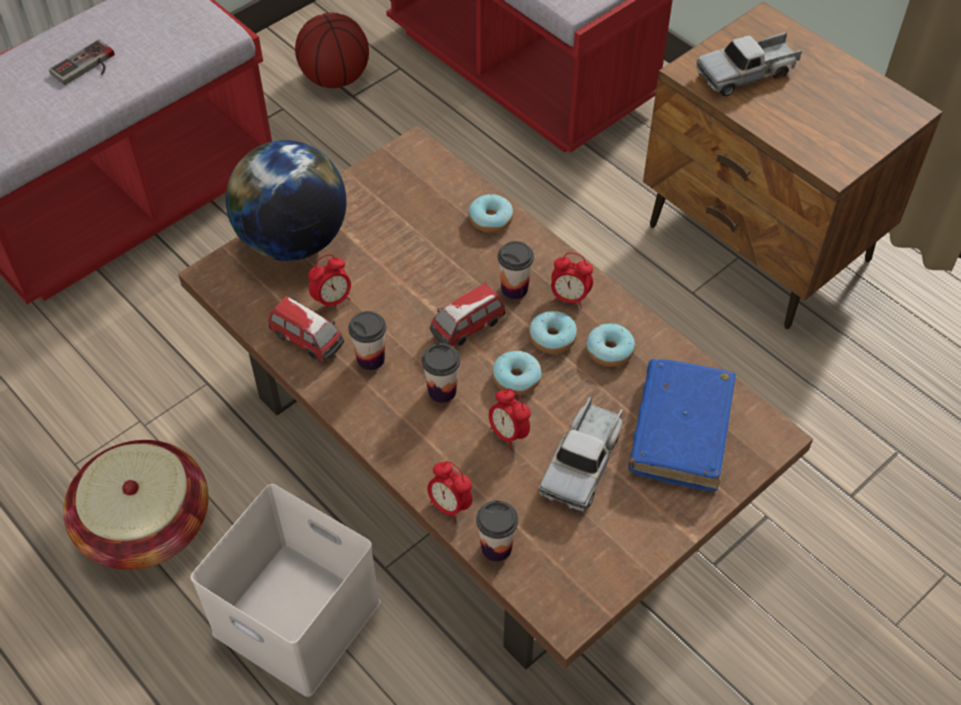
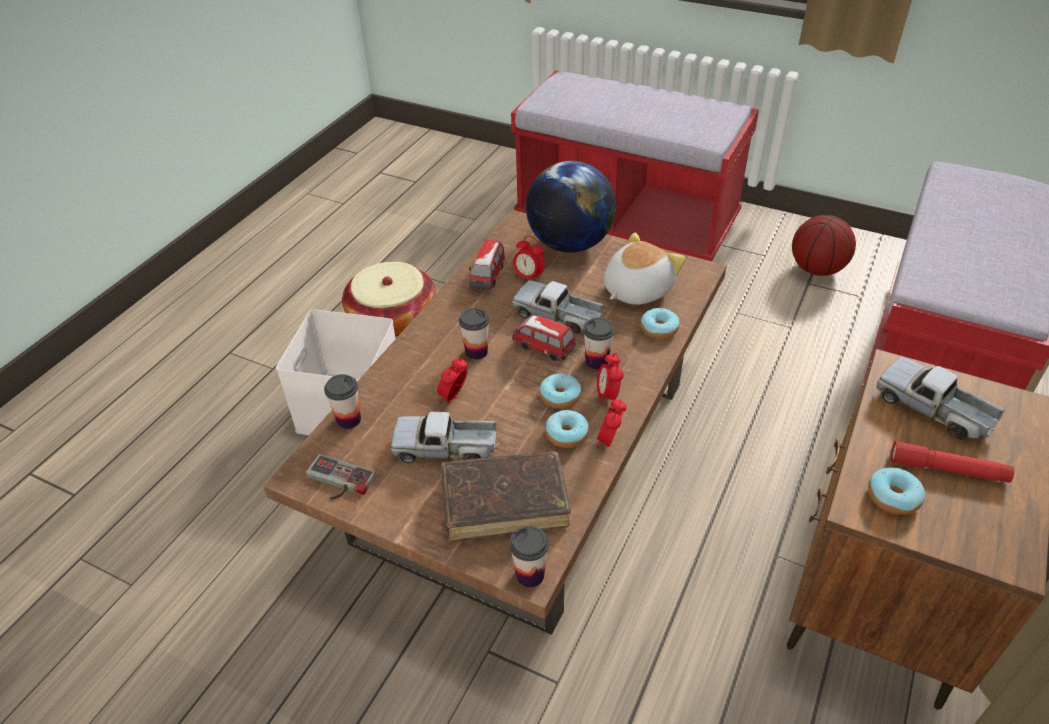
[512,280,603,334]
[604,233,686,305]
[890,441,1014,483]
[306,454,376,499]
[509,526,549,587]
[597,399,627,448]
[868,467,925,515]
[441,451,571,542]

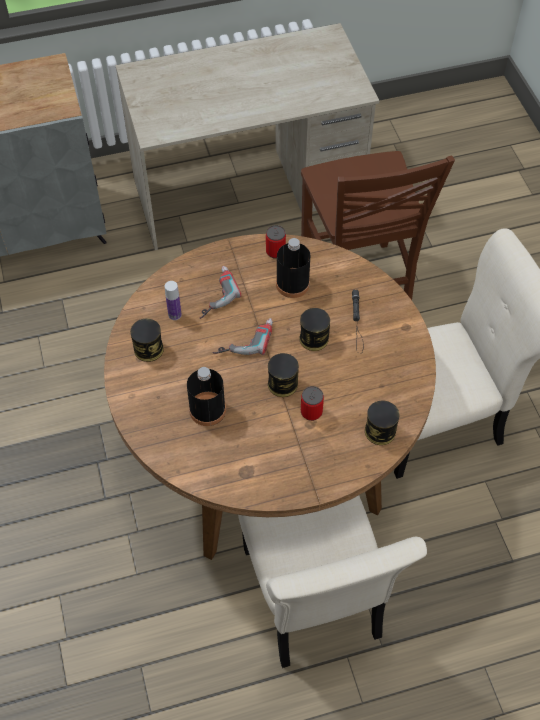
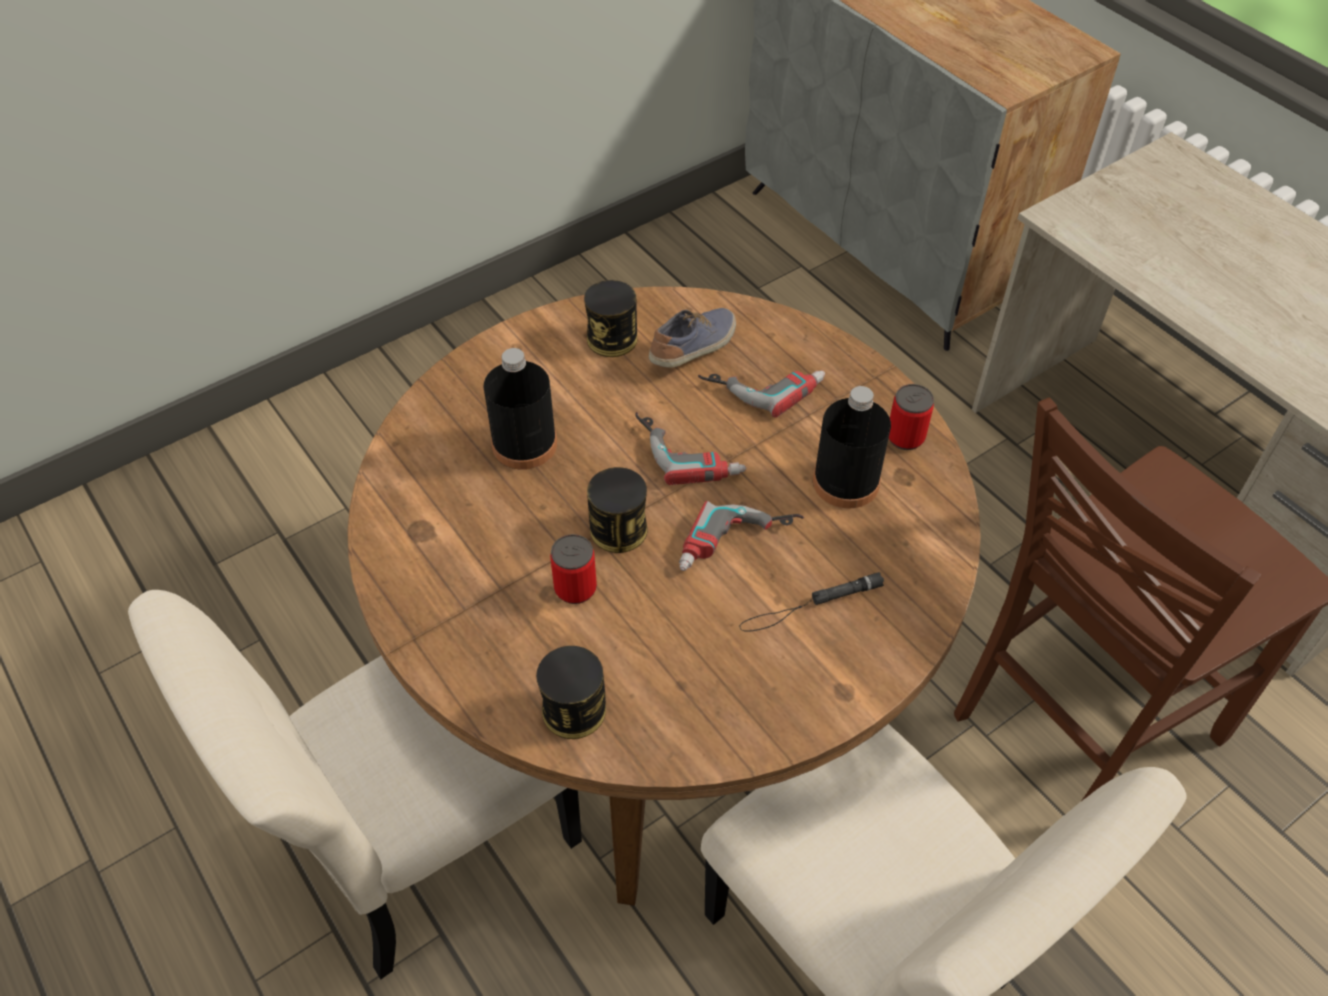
[649,308,736,368]
[679,501,804,571]

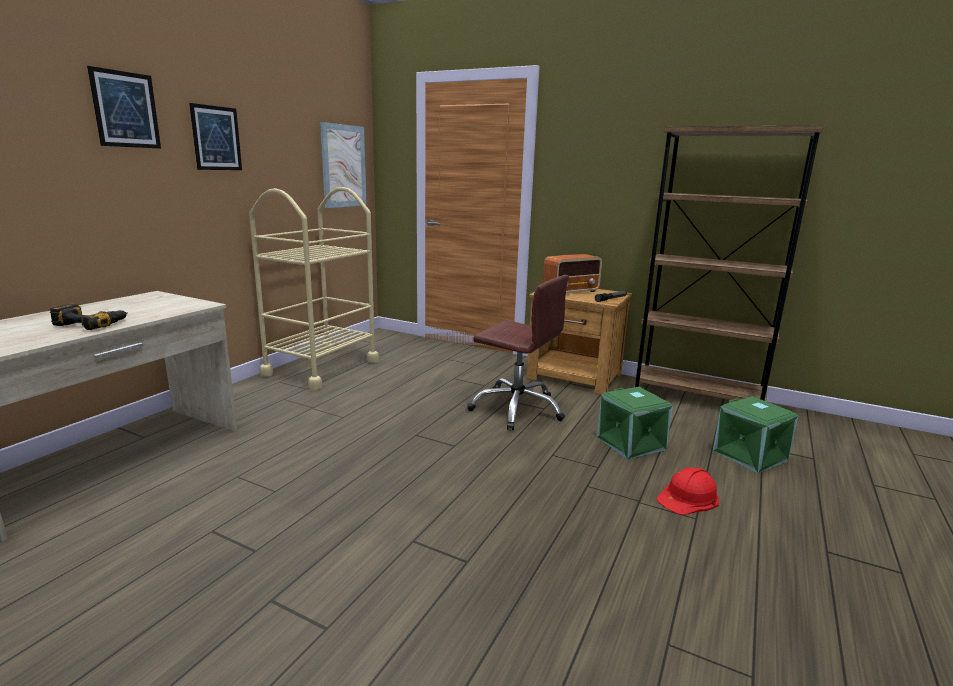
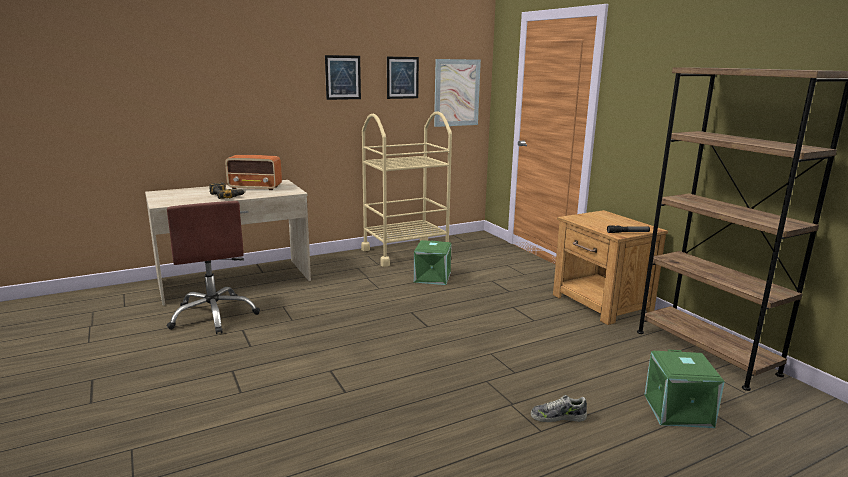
[387,57,419,99]
[167,201,260,334]
[225,155,282,190]
[414,240,452,285]
[531,395,587,422]

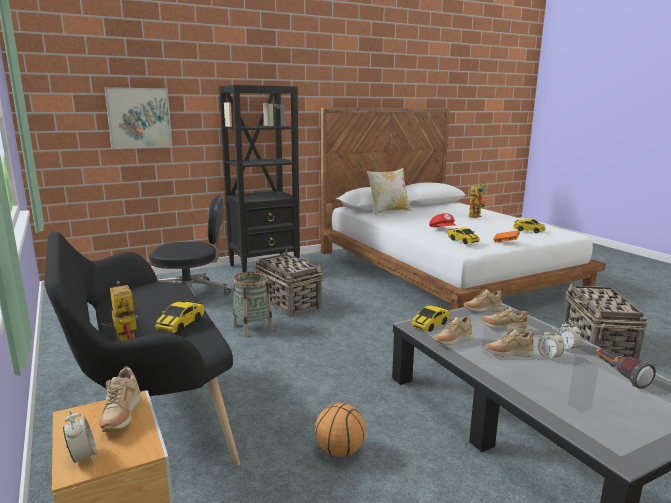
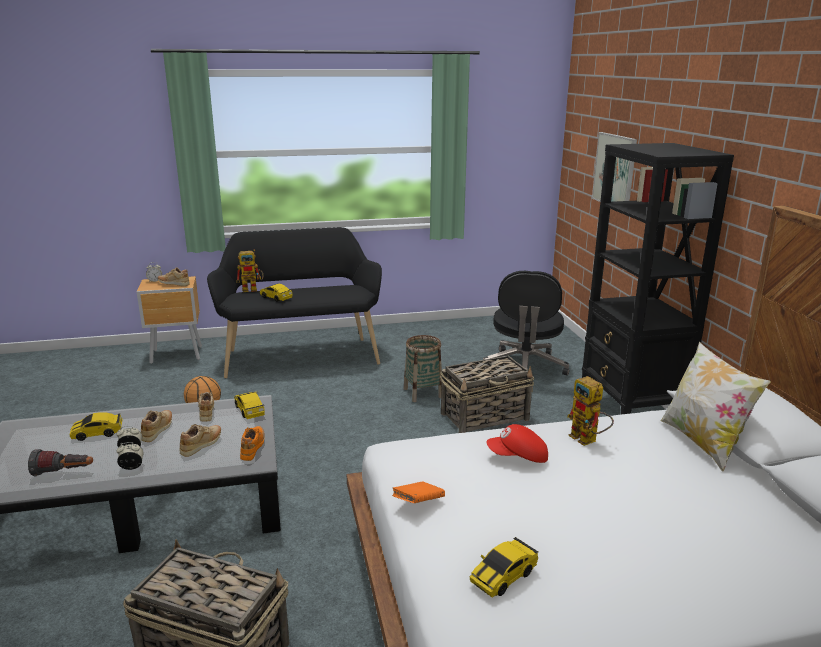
[70,412,123,441]
[567,376,614,446]
[240,426,265,461]

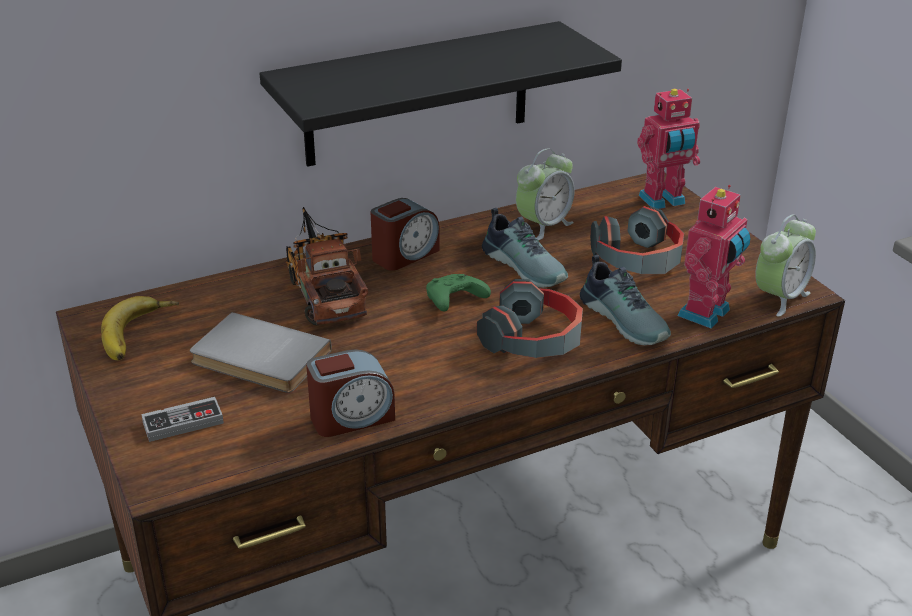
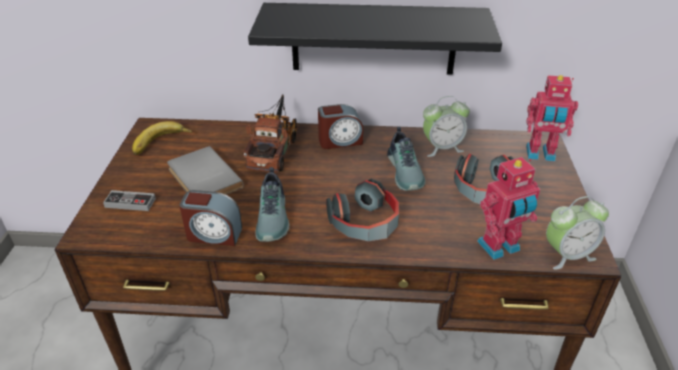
[426,274,491,312] (first image)
[255,167,290,242]

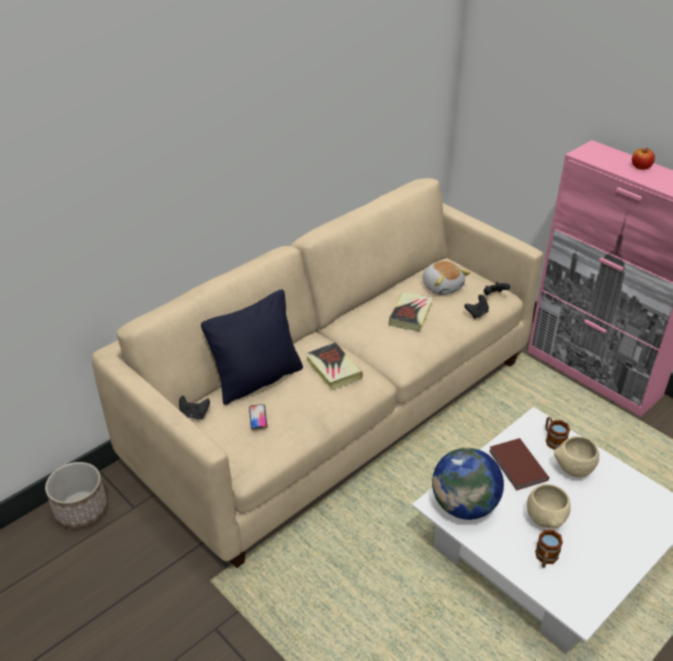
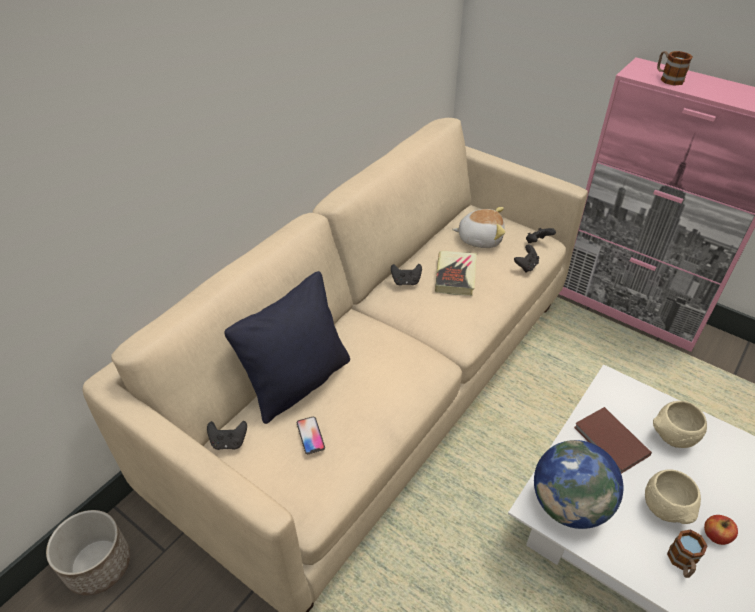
[305,342,363,390] (first image)
[391,264,422,286]
[657,51,693,86]
[704,515,738,545]
[452,207,506,248]

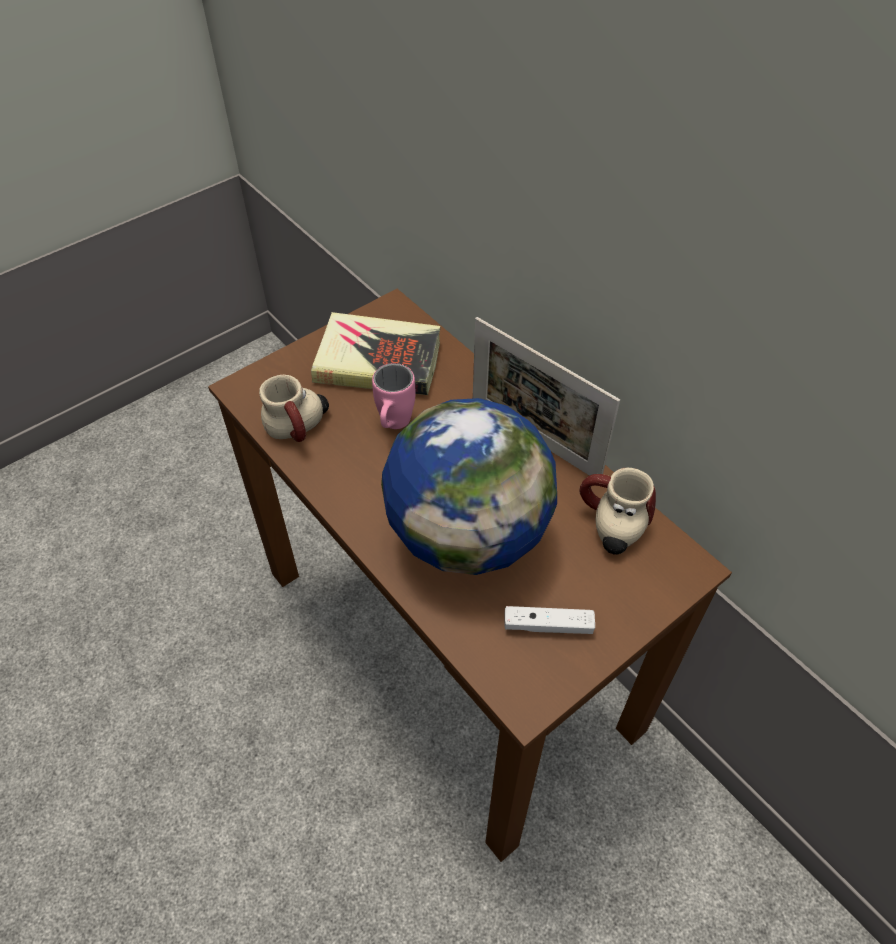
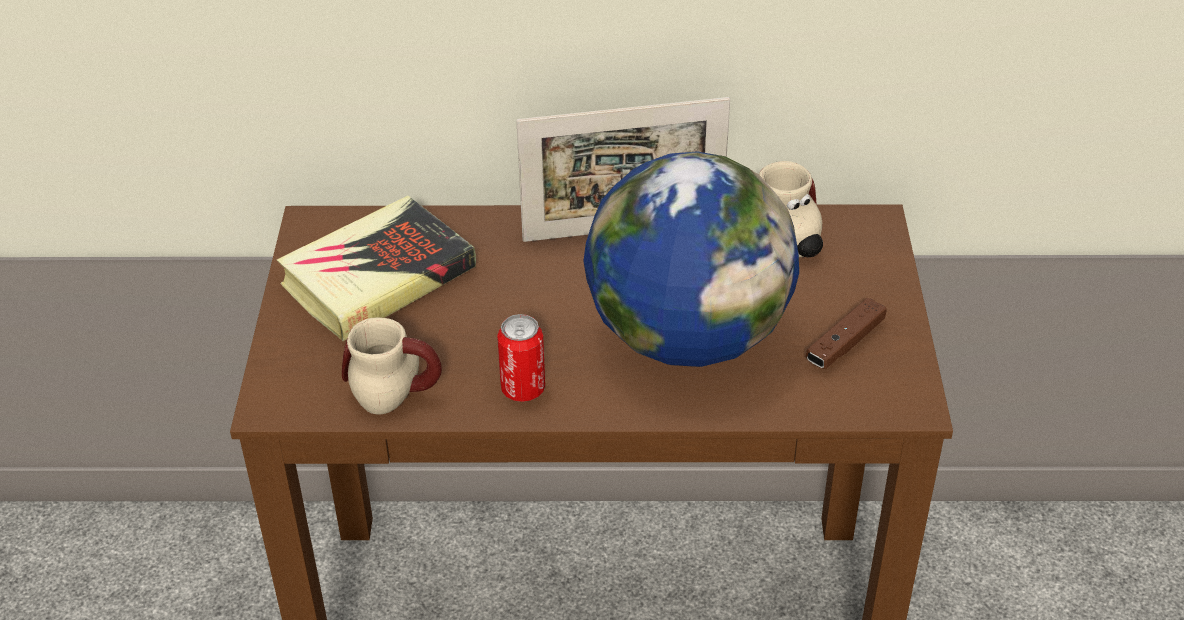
[372,363,416,429] (first image)
[497,314,545,402]
[806,298,887,369]

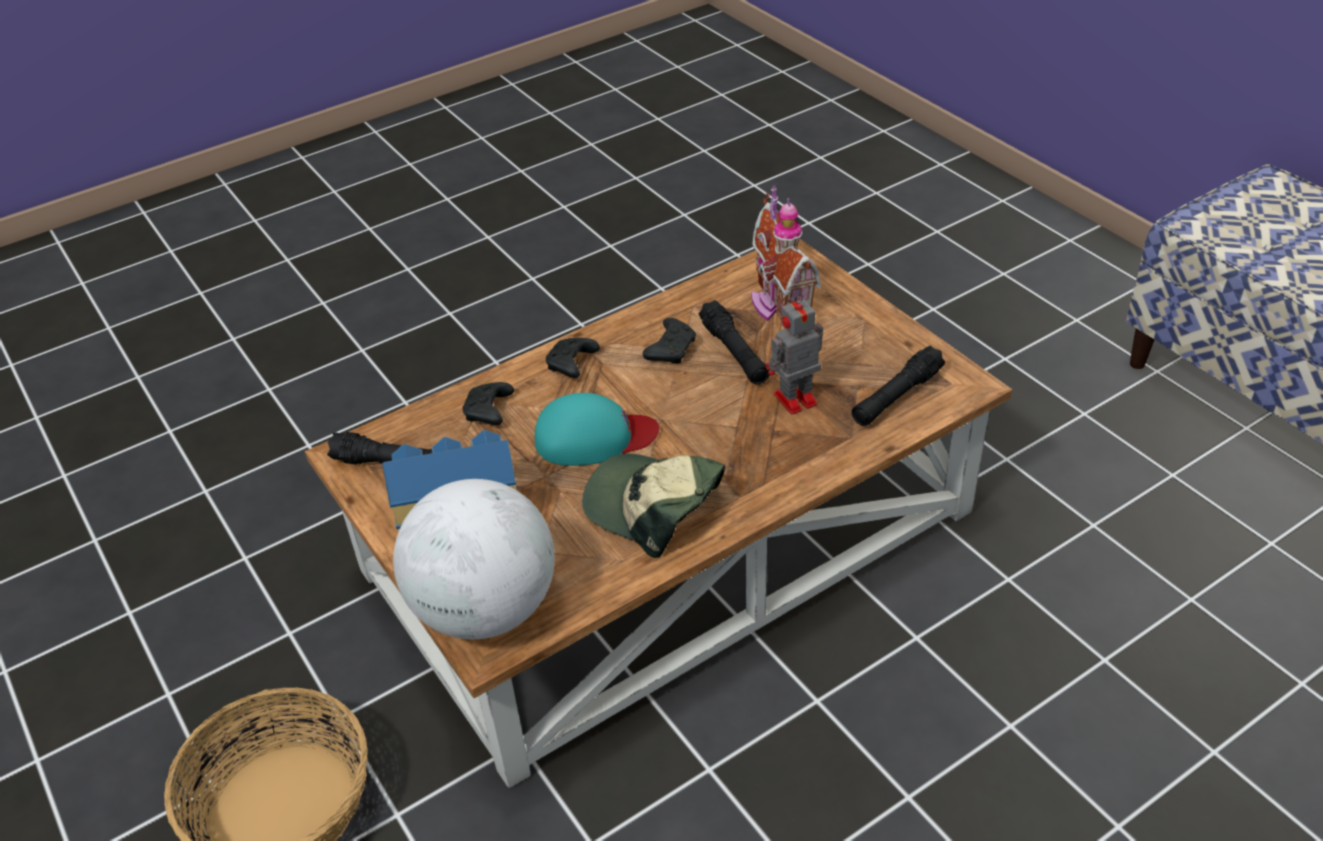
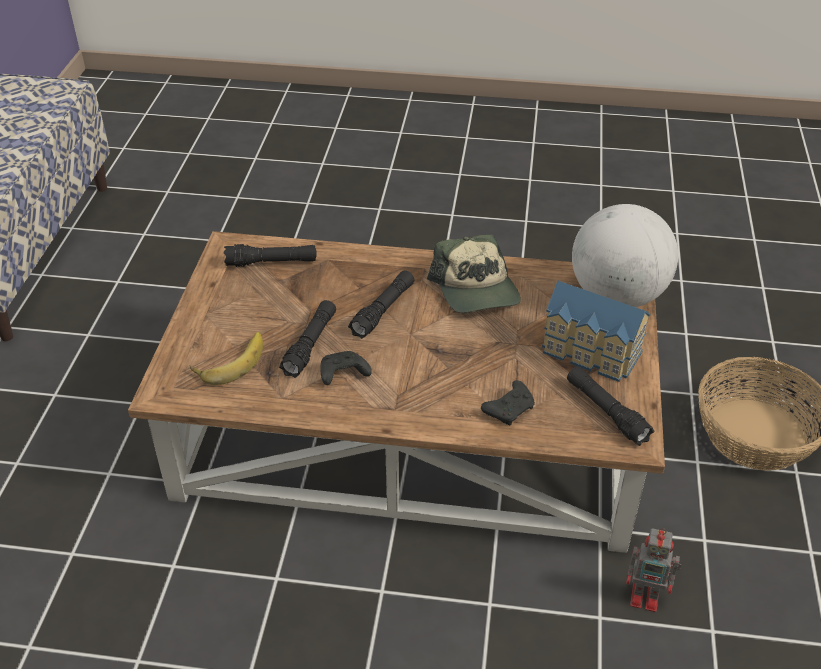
[535,393,659,466] (first image)
[546,338,600,378] (first image)
[348,270,414,339]
[626,528,681,612]
[190,332,263,385]

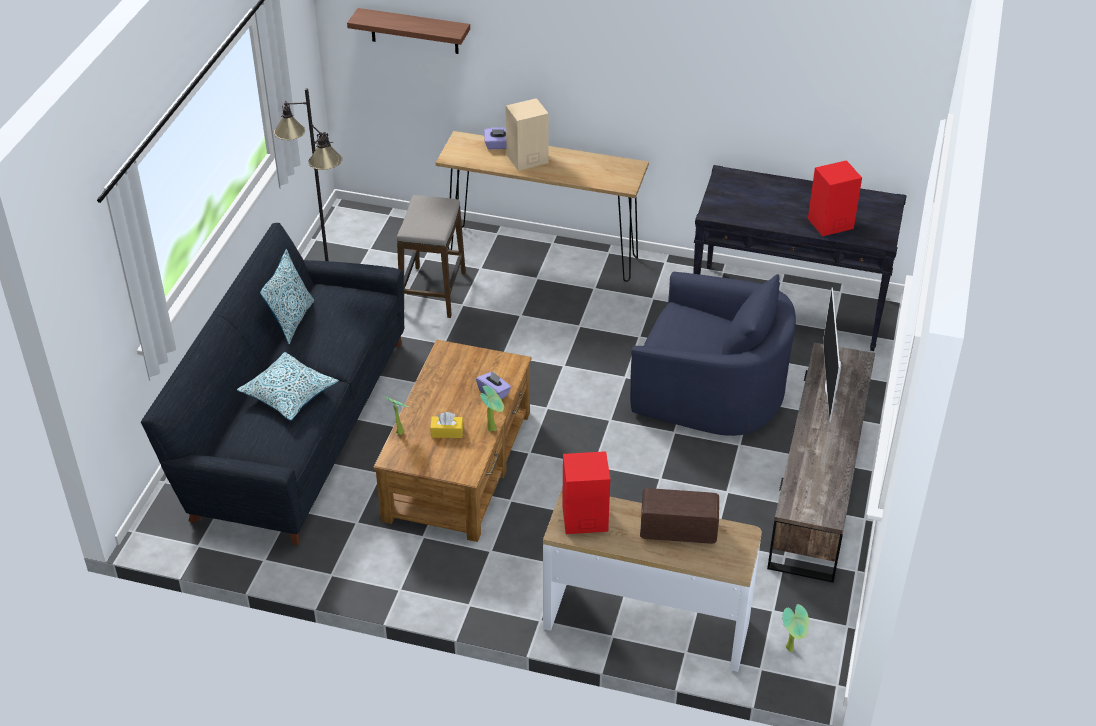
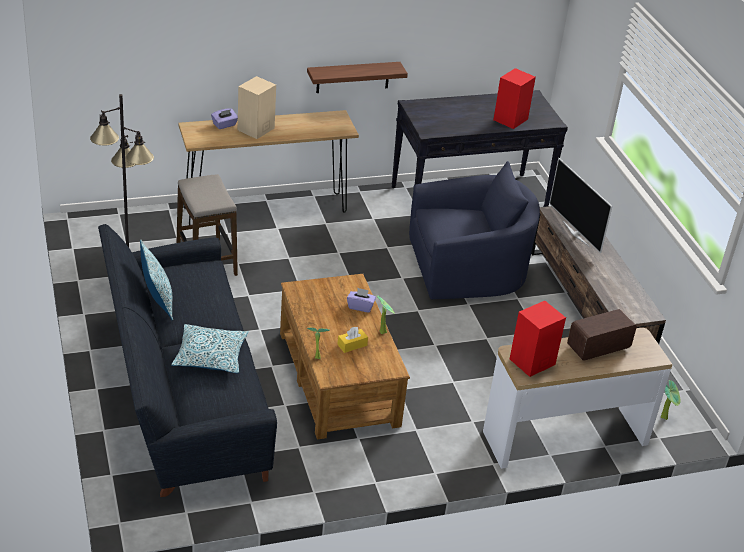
[307,62,408,93]

